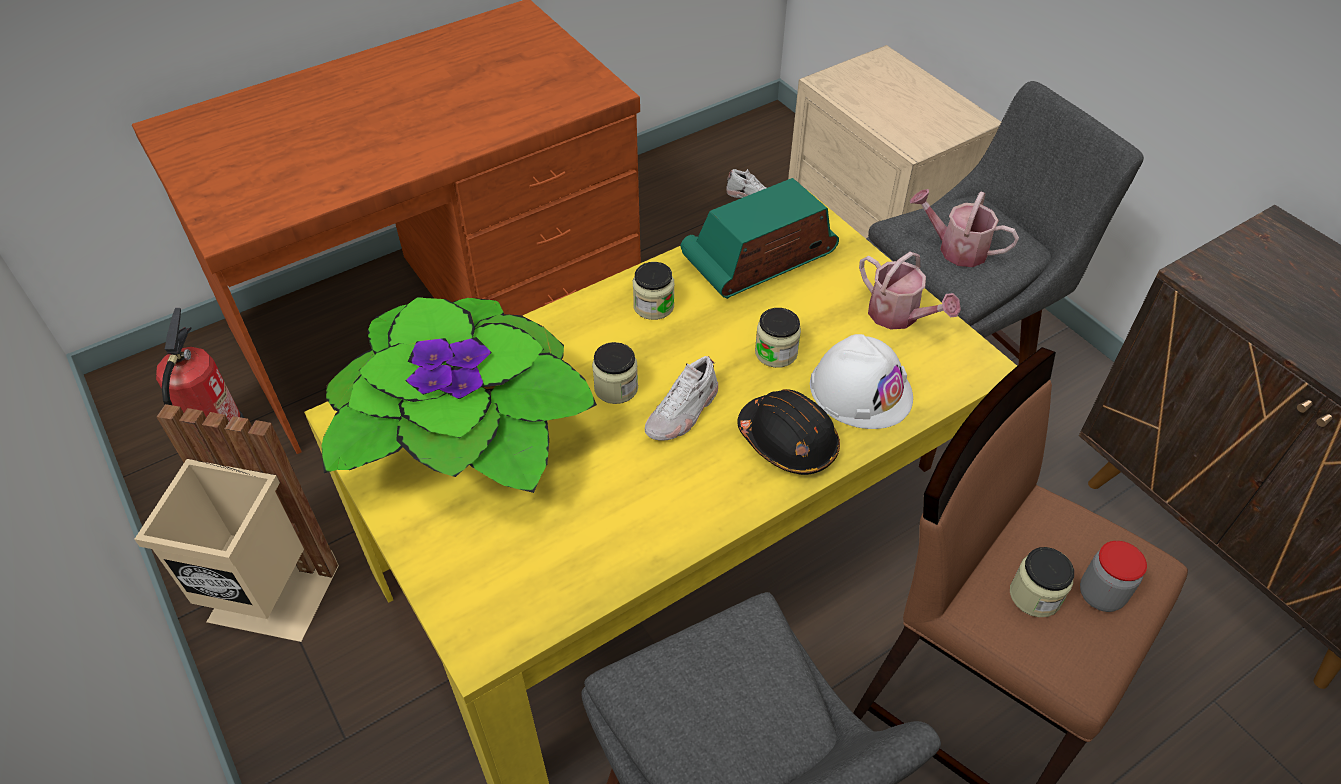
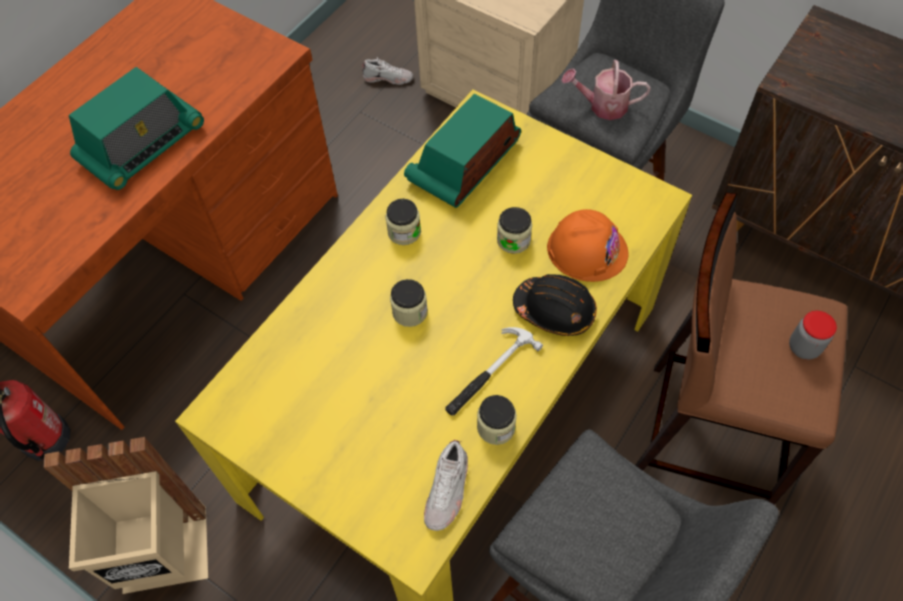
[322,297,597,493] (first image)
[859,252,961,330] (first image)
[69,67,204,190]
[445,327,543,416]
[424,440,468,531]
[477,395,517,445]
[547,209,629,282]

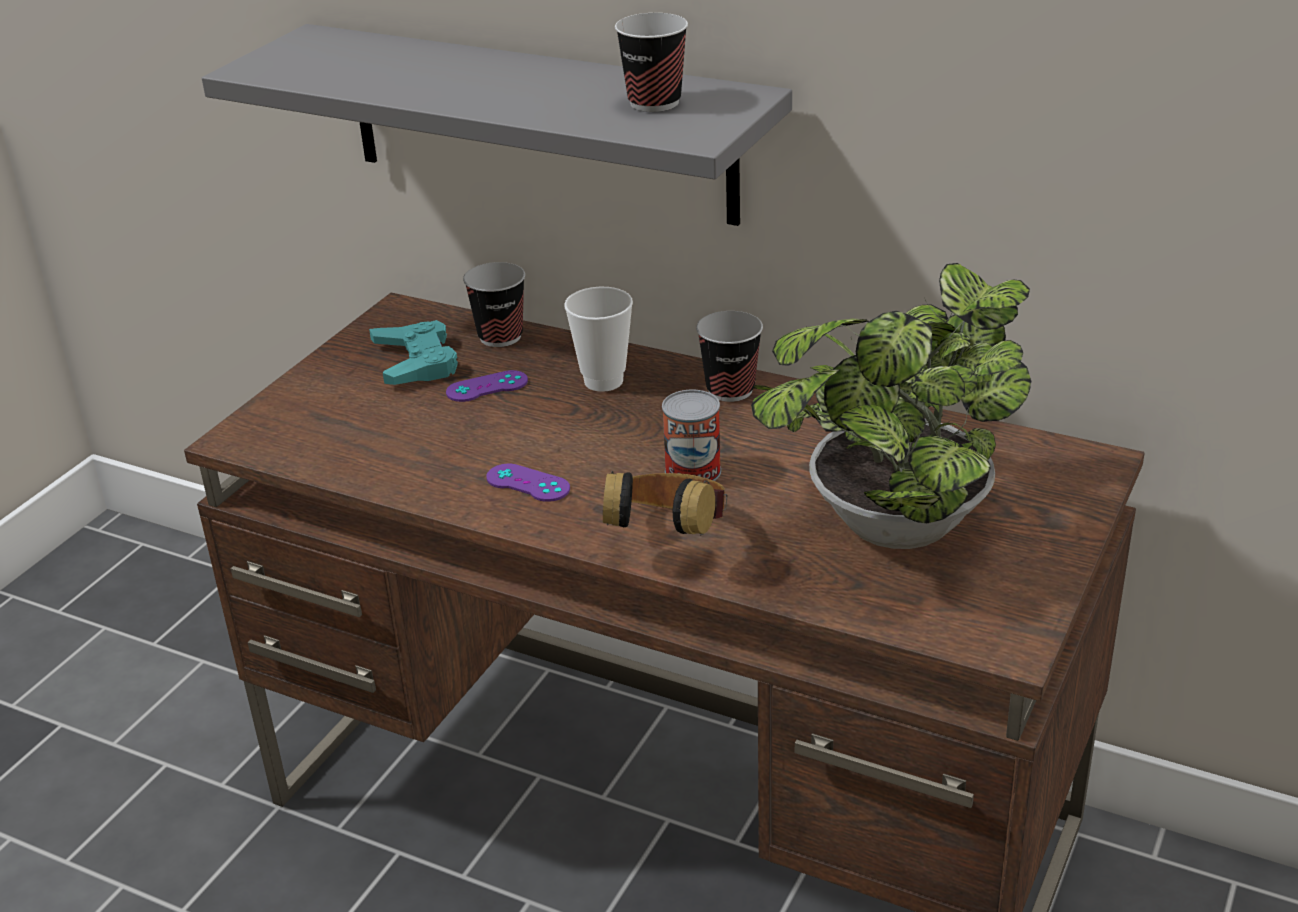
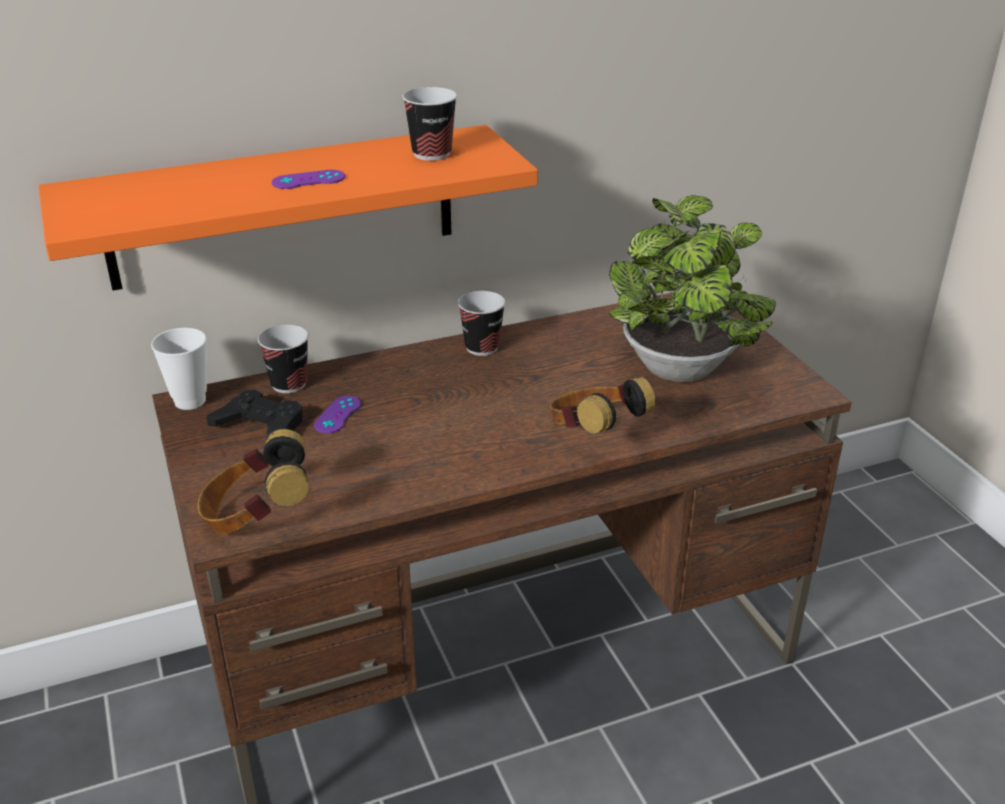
[662,390,721,481] (first image)
[197,429,309,535]
[272,170,345,189]
[151,328,207,410]
[38,125,538,291]
[206,390,303,439]

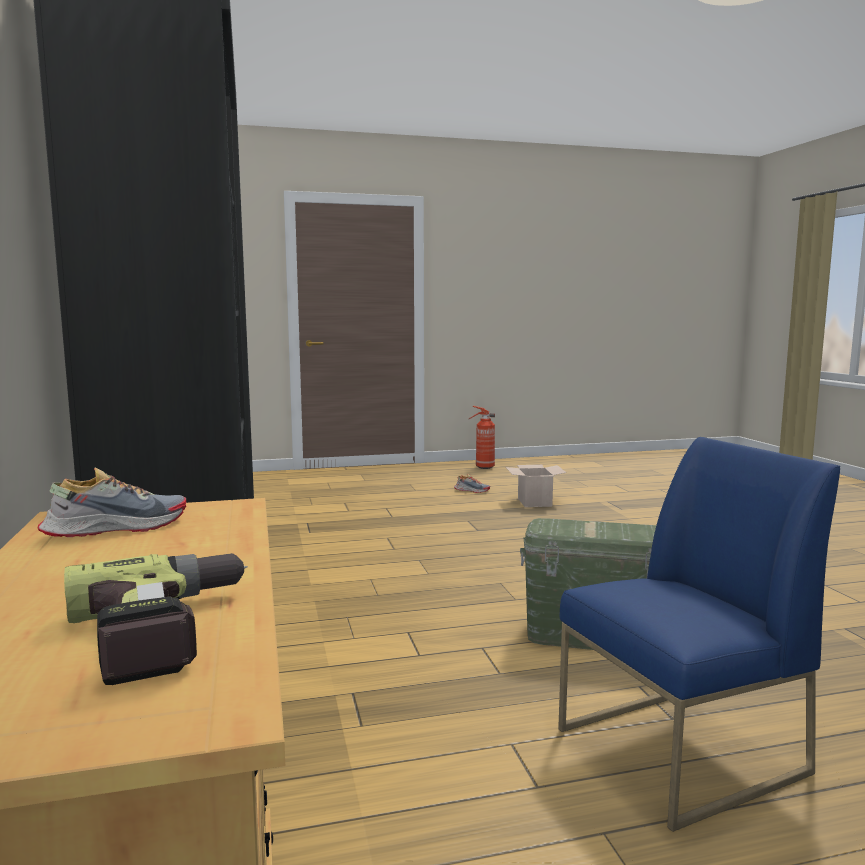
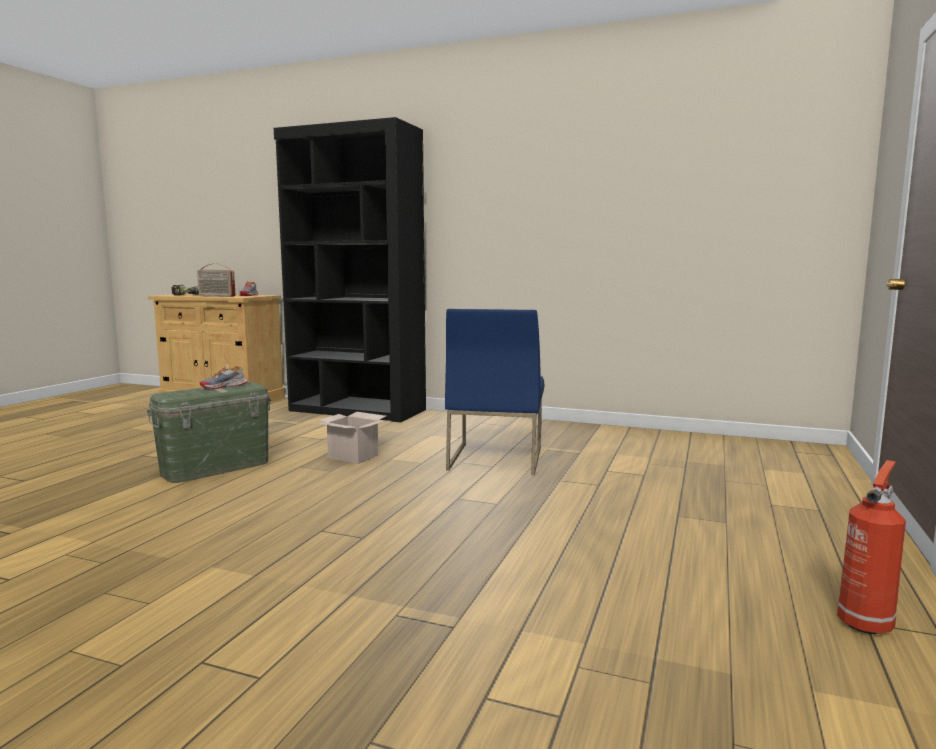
[197,263,235,297]
[199,364,248,389]
[317,412,386,464]
[445,309,544,475]

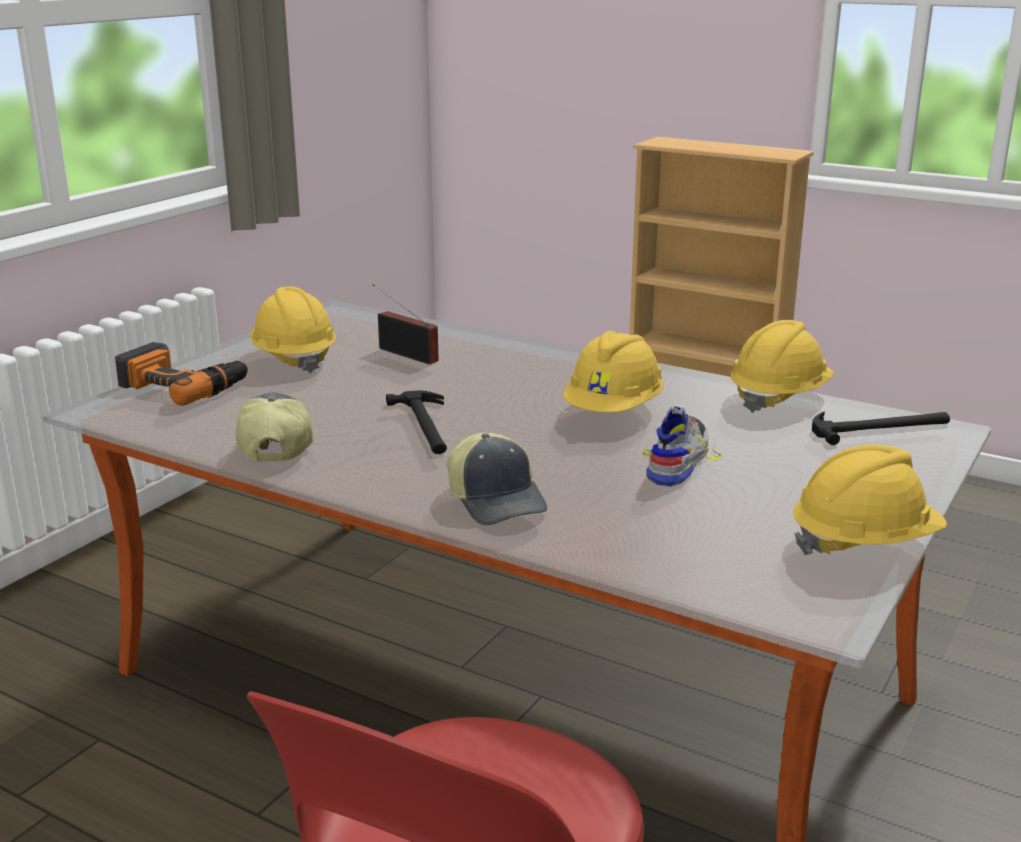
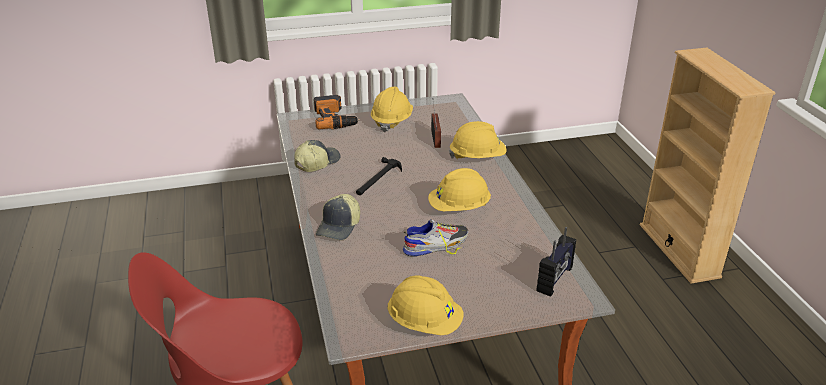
[449,121,507,159]
[537,227,576,297]

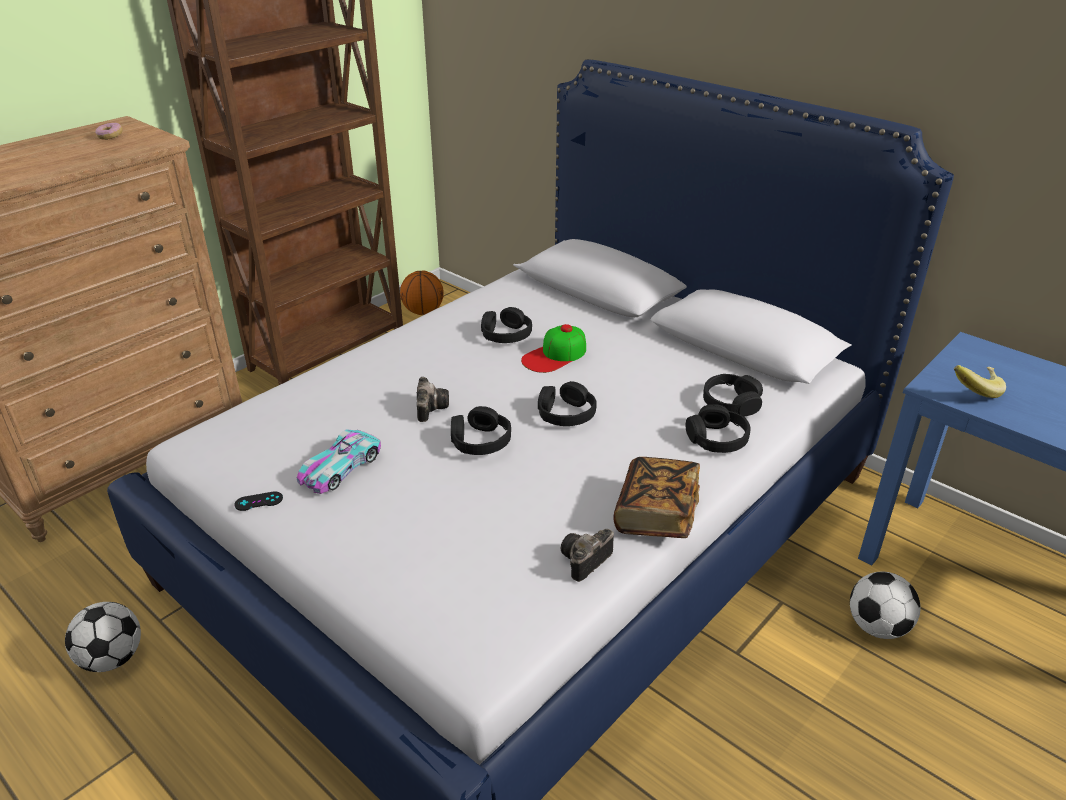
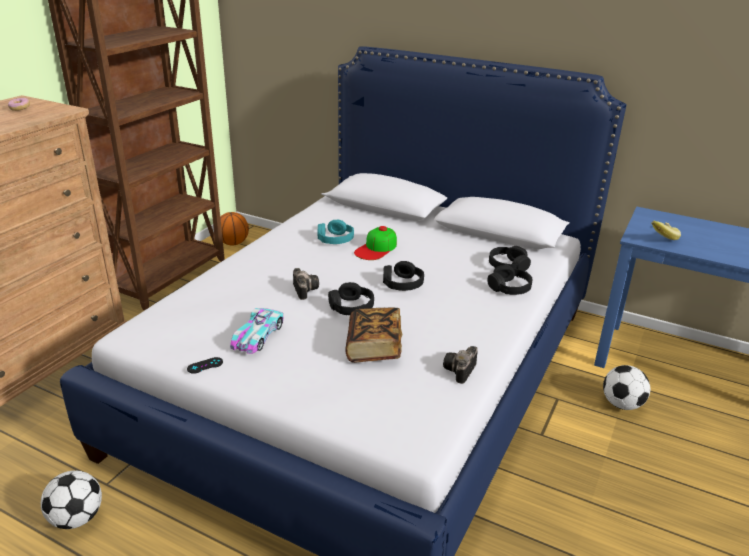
[345,308,402,363]
[318,219,354,244]

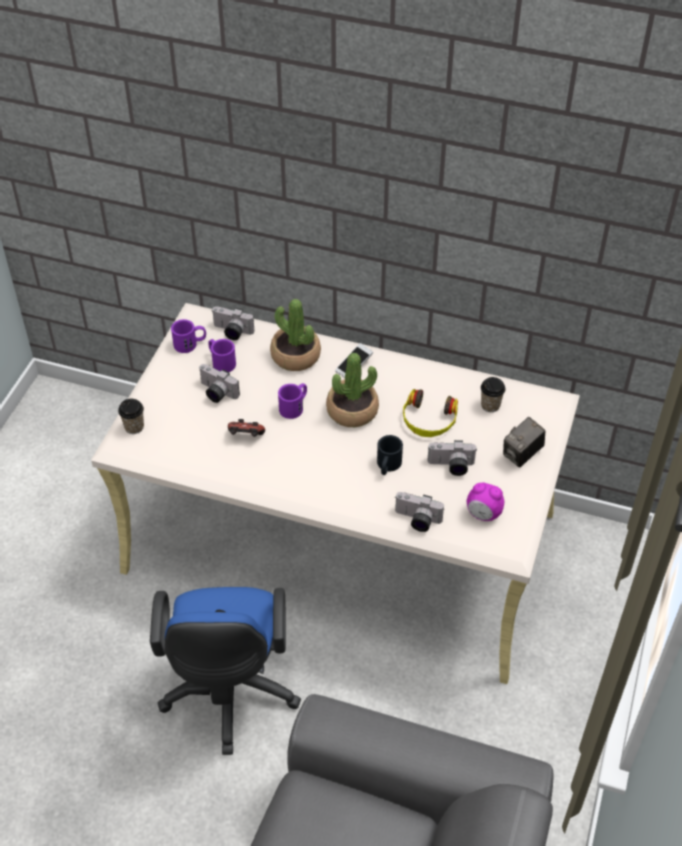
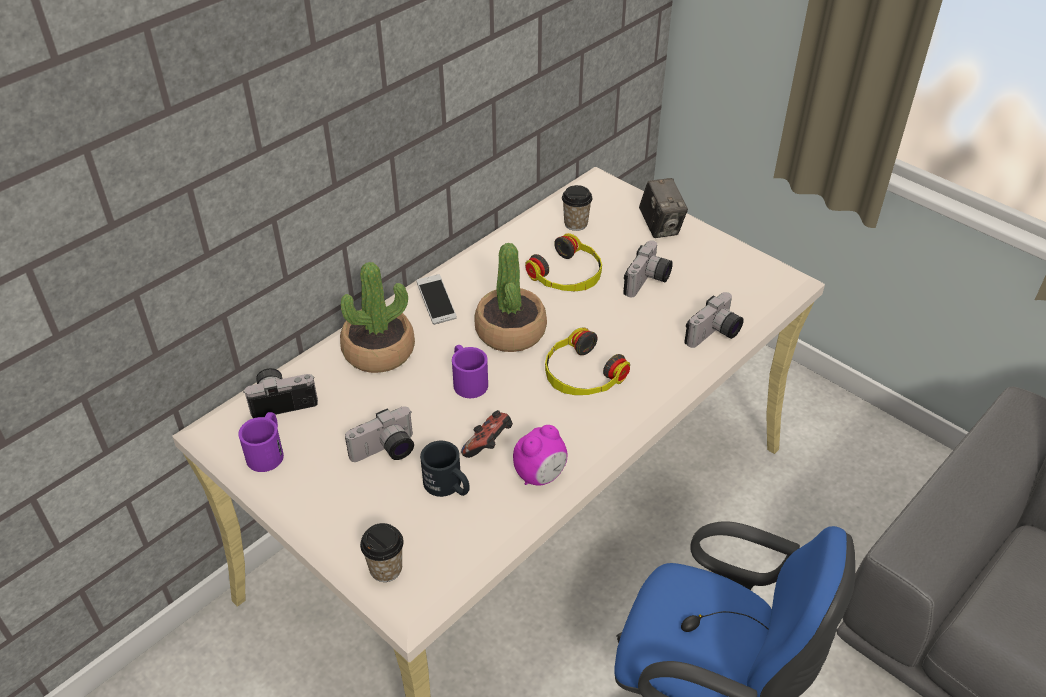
[208,339,236,372] (first image)
[545,327,630,395]
[420,441,470,497]
[513,425,567,486]
[243,368,318,418]

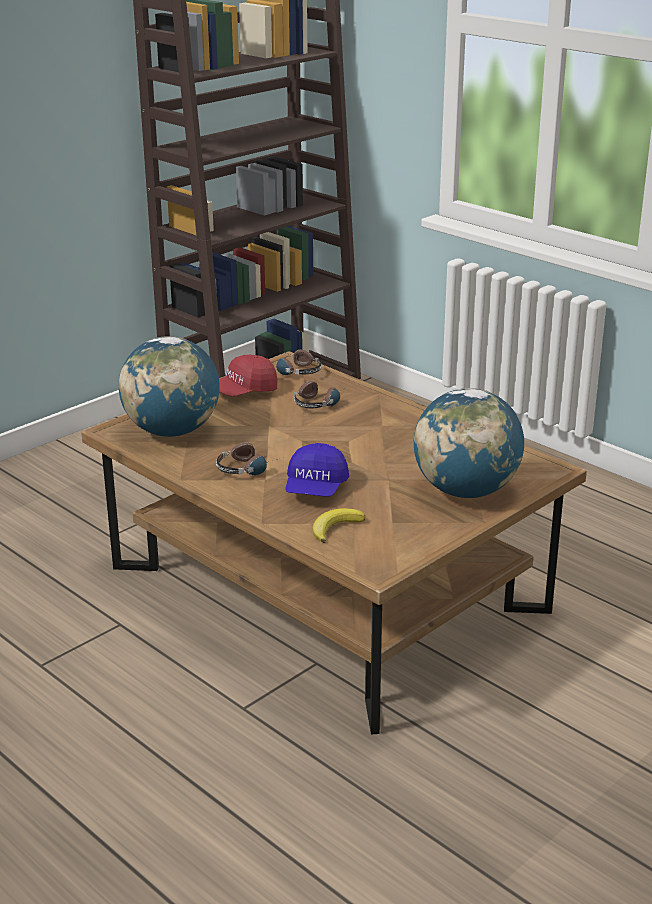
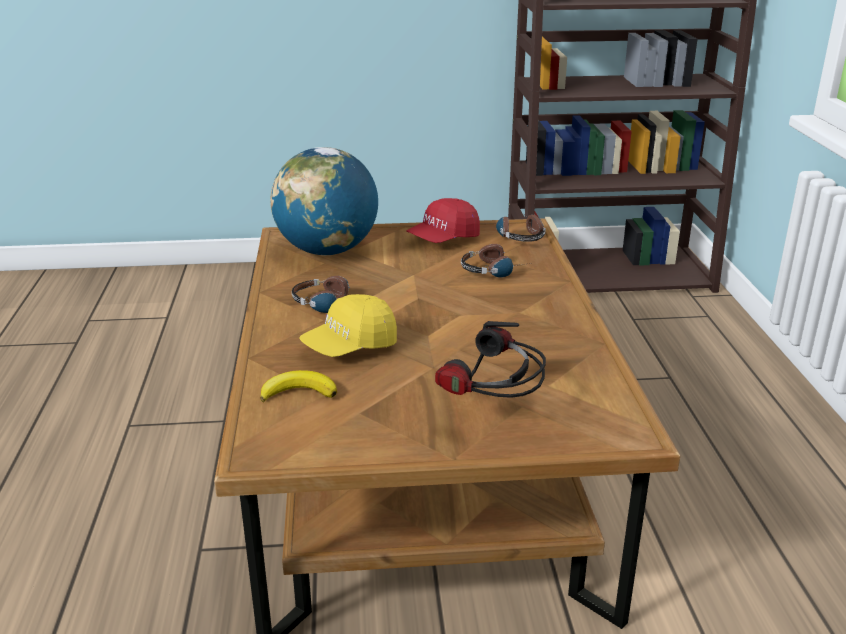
[435,321,546,398]
[299,294,397,357]
[406,198,480,243]

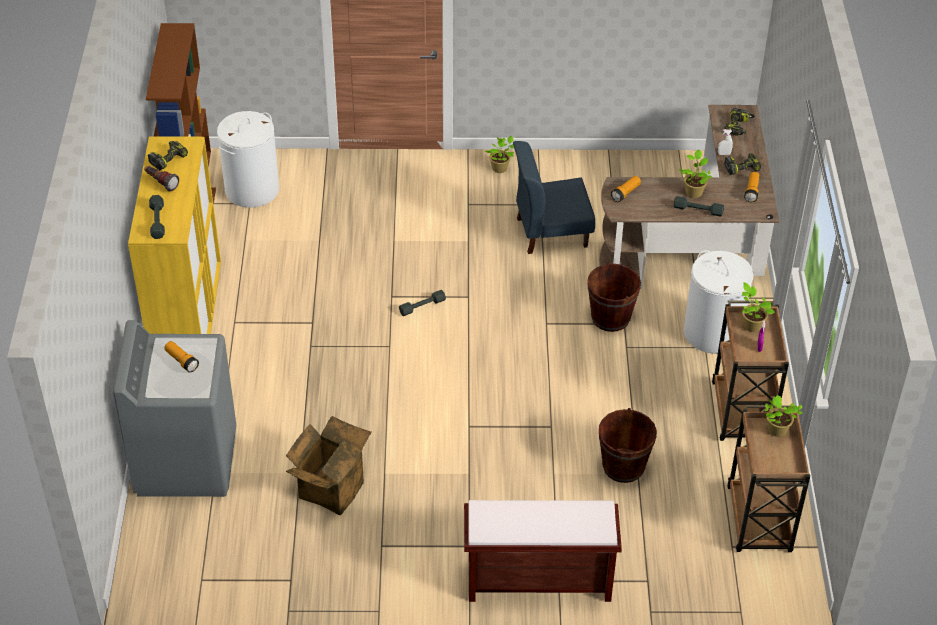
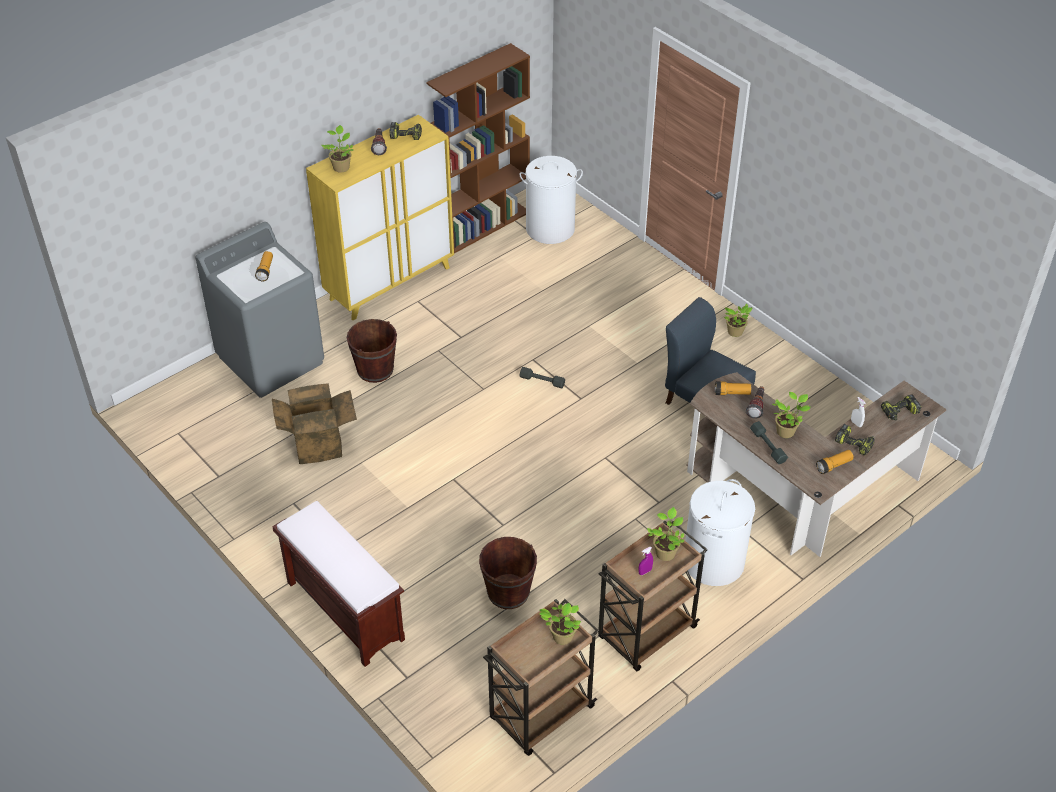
[746,386,765,419]
[347,319,397,383]
[321,125,354,173]

